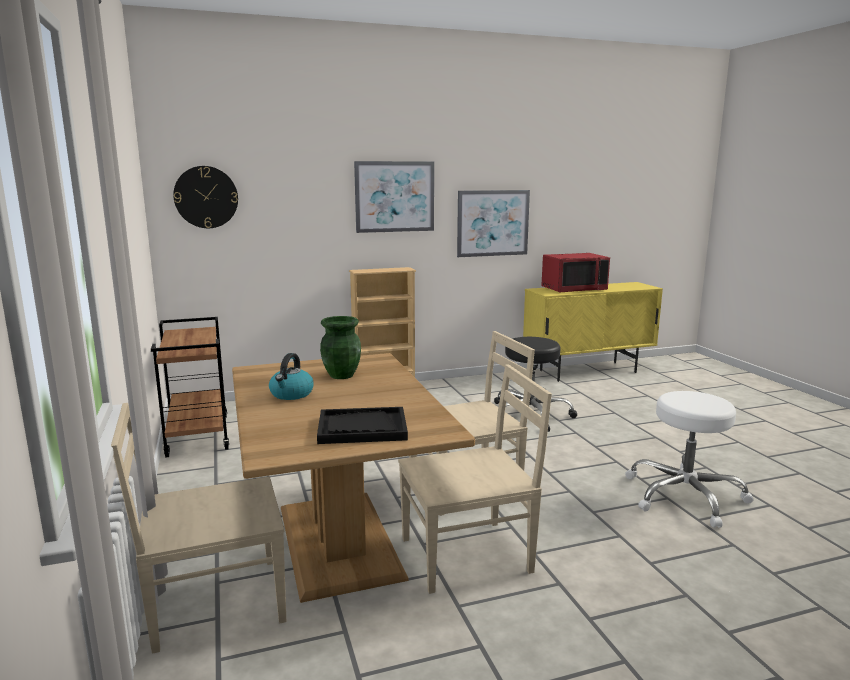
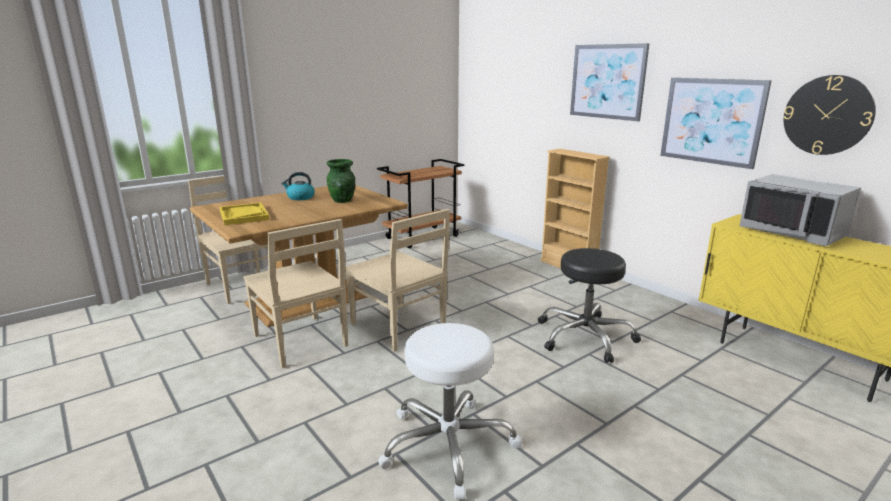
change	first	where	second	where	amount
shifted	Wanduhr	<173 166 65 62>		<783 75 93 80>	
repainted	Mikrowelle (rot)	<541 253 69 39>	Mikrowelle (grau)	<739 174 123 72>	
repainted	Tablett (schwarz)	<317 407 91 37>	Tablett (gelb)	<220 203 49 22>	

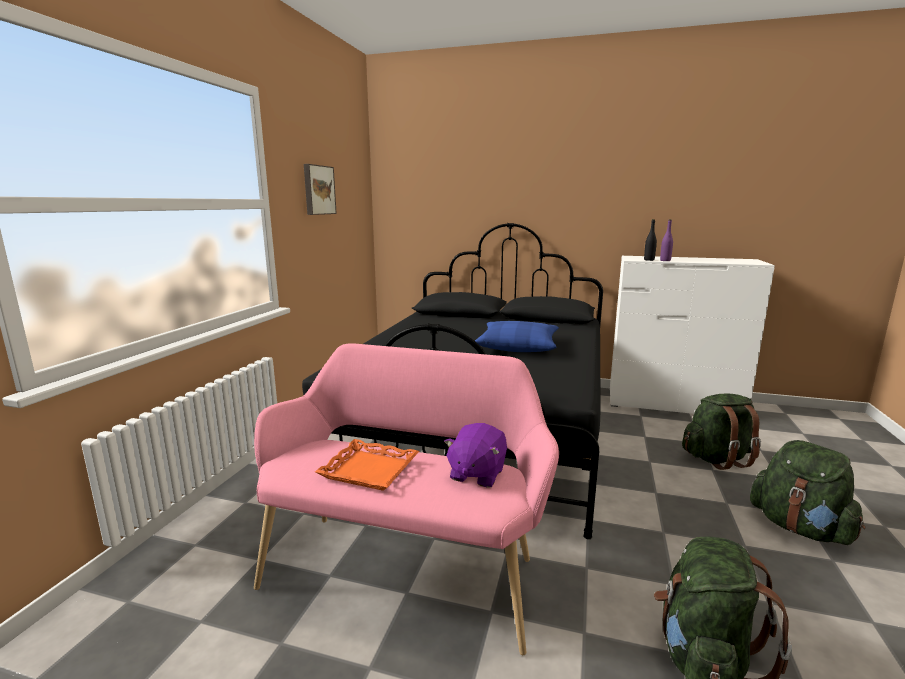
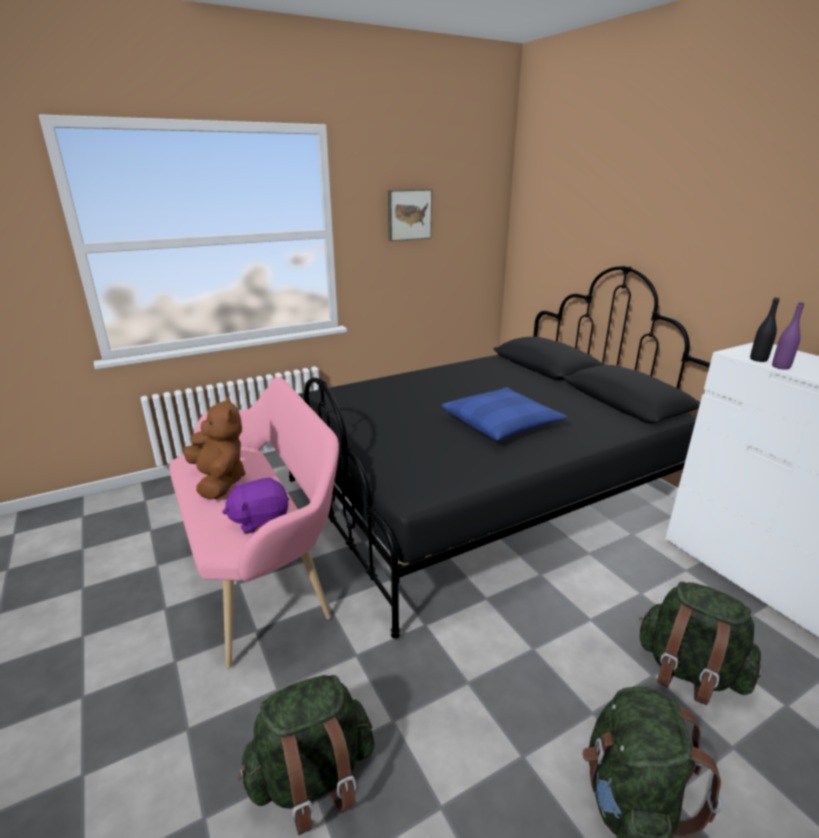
change	first	where	second	where	amount
swapped	Tablett (orange)	<315 439 104 52>	Plüschtier (braun)	<184 397 62 102>	

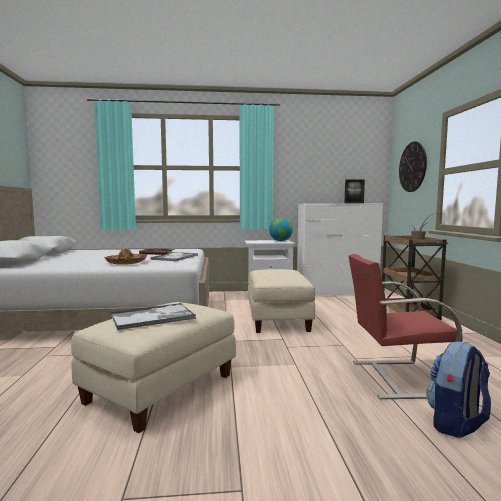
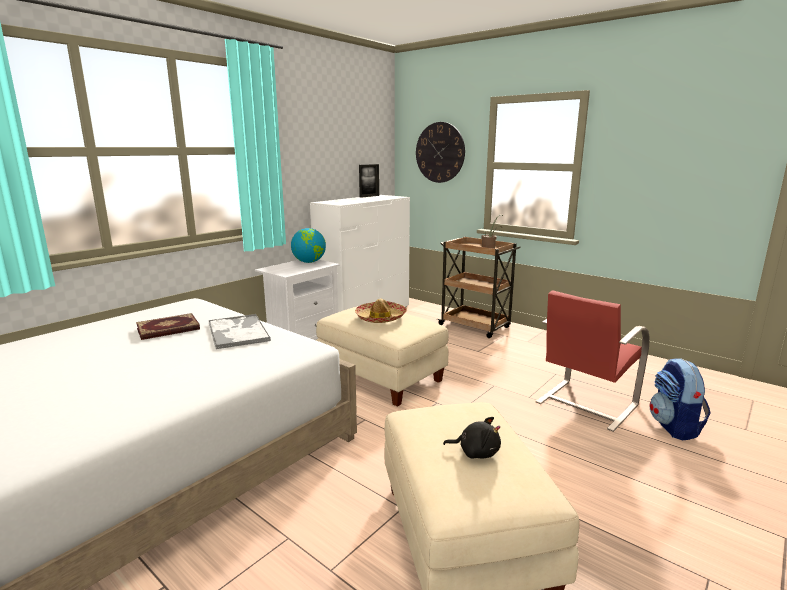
change	first	where	second	where	amount
shifted	Hut	<104 247 43 18>		<355 299 52 24>	
swapped	Tablett	<110 303 86 27>	Plüschtier (schwarz)	<443 417 58 42>	

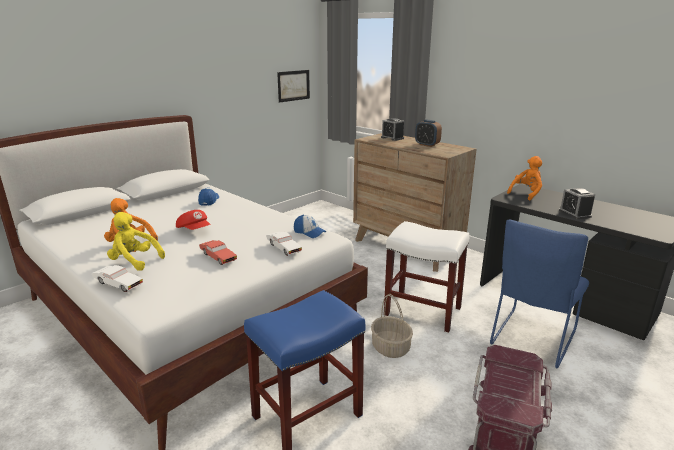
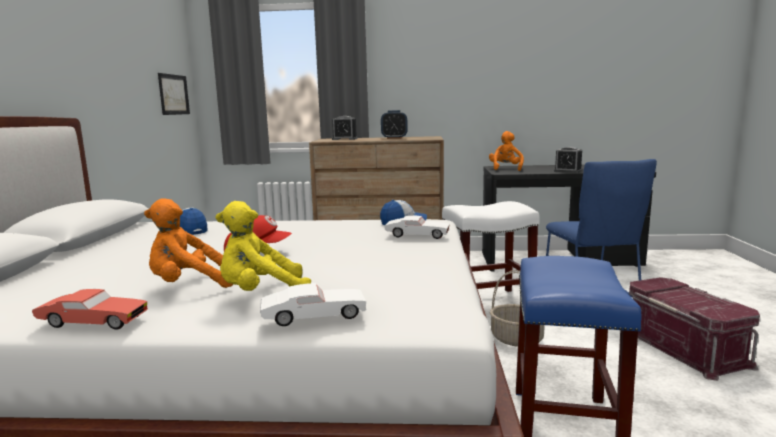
change	first	where	second	where	amount
shifted	Spielzeugauto (rot)	<199 240 38 25>		<32 289 116 41>	

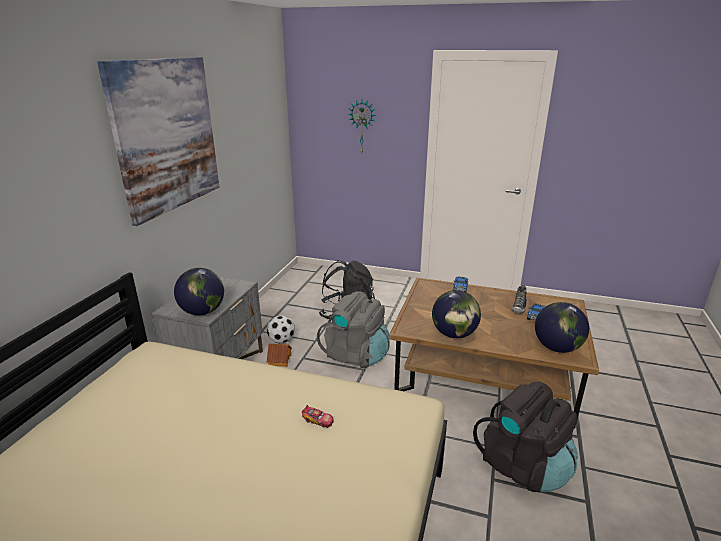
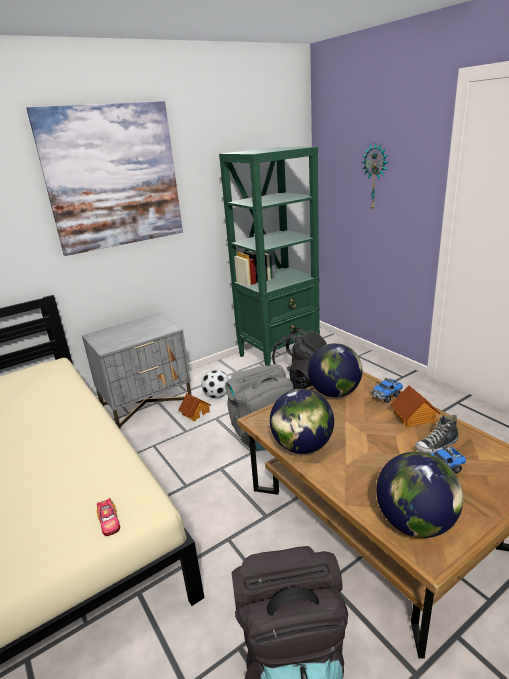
change	first	where	second	where	amount
shifted	Globus	<174 268 50 47>		<308 343 54 54>	
shifted	Spielzeugauto	<302 405 32 23>		<97 498 23 38>	
new			Bücherregal (grün)	<219 147 101 219>	
new			Spielzeughaus	<390 385 50 43>	

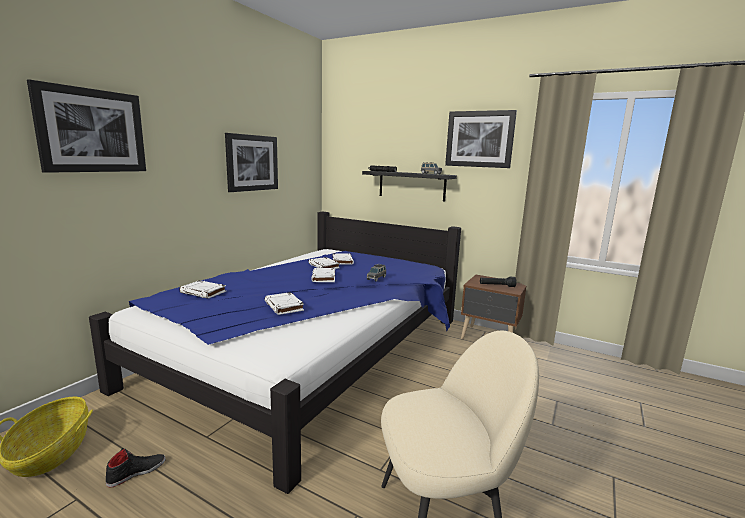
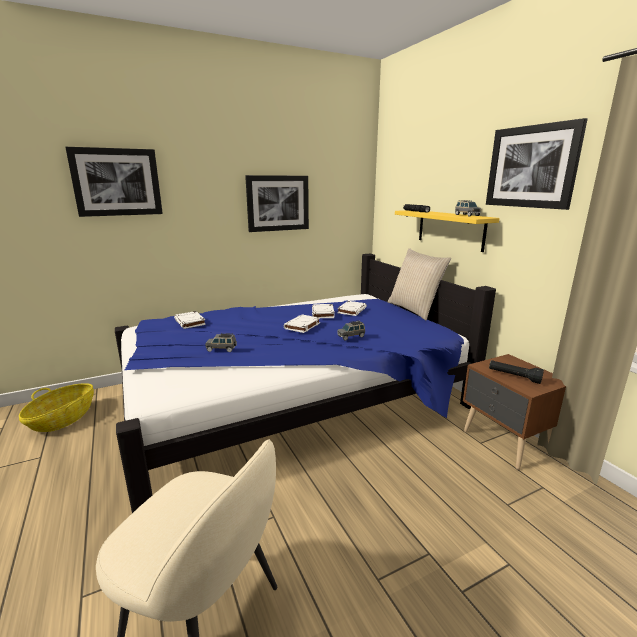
change	first	where	second	where	amount
repainted	Wandregal (schwarz)	<362 171 95 30>	Wandregal (gelb)	<395 210 104 42>	
swapped	Buch (weiß)	<265 292 39 23>	Spielzeugauto (grau)	<205 333 32 19>	
gone	Schuh (schwarz)	<106 448 60 39>			
new			Kissen (beige)	<388 248 63 72>	

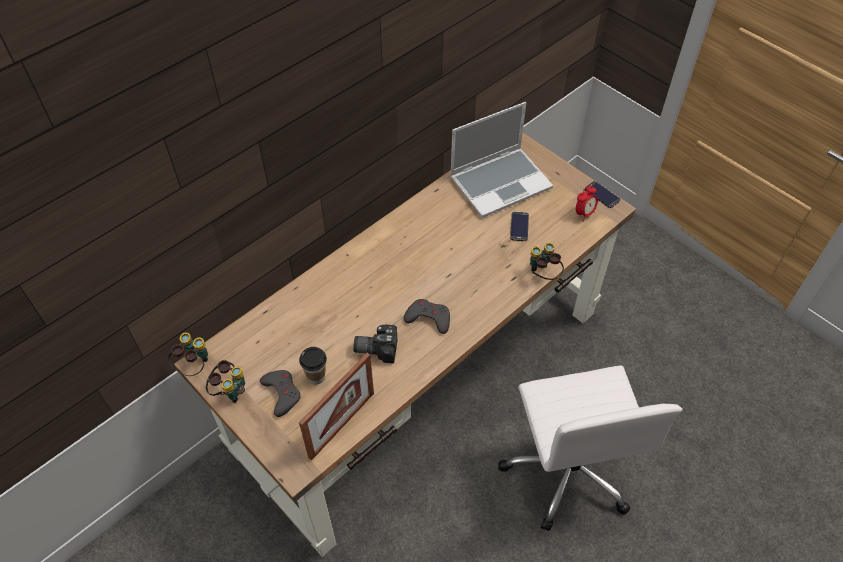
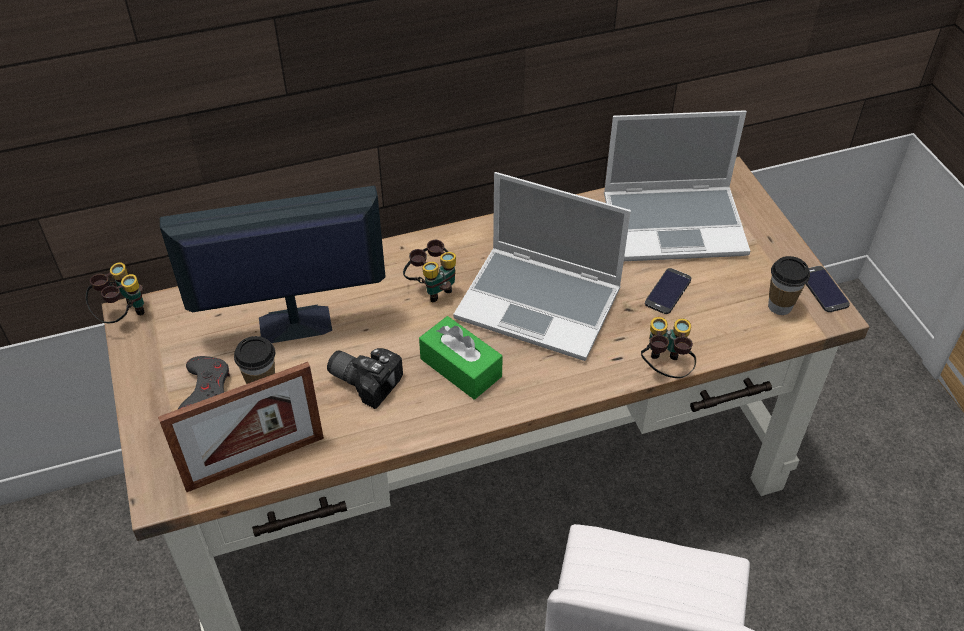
change	first	where	second	where	amount
swapped	Wecker	<576 185 22 36>	Tasse	<768 256 42 59>	
swapped	Gamepad (grau)	<404 299 46 35>	Taschentuchbox (grün)	<419 316 84 84>	
shifted	Fernglas	<206 360 39 43>		<403 240 53 62>	
new			Laptop	<453 172 178 189>	
new			Monitor	<160 186 226 157>	

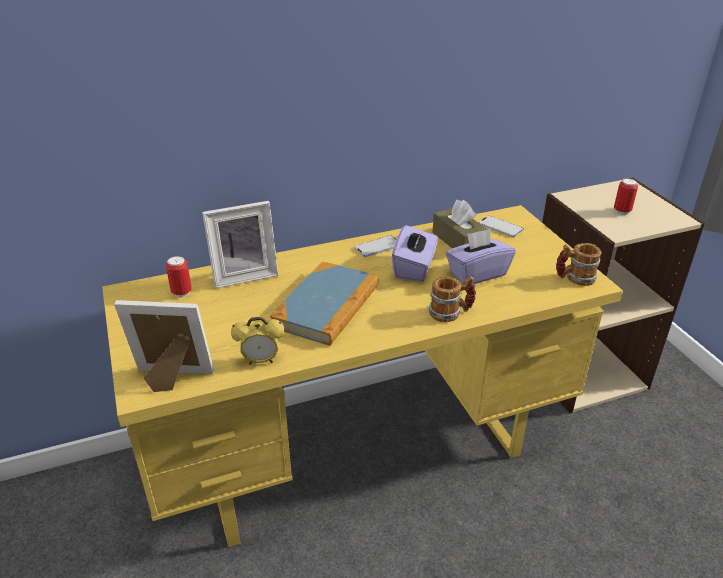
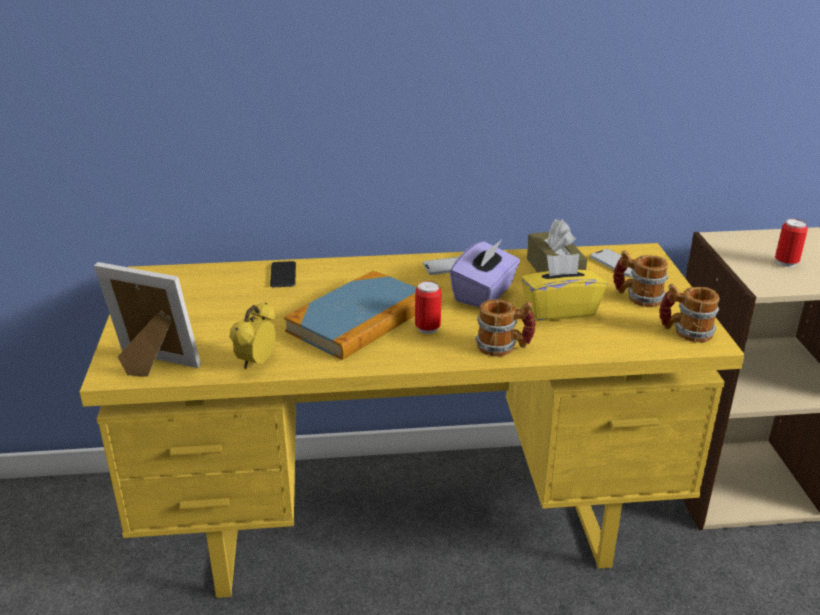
change	first	where	second	where	amount
swapped	Bilderrahmen	<202 201 76 87>	Handy	<270 261 26 26>	
repainted	Taschentuchbox (lila)	<446 229 69 55>	Taschentuchbox (gelb)	<521 254 86 67>	
shifted	Dose	<166 256 26 41>		<415 281 26 53>	
rotated	Wecker	<231 317 53 48>		<230 303 46 66>	105 degrees clockwise
new			Henkelbecher	<613 250 55 57>	

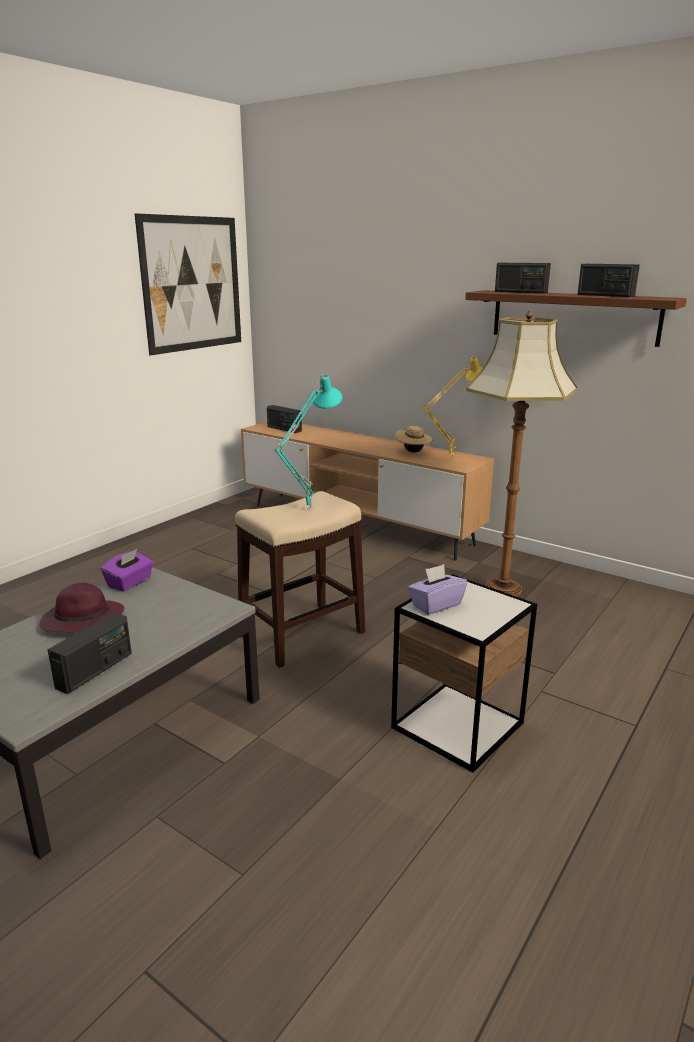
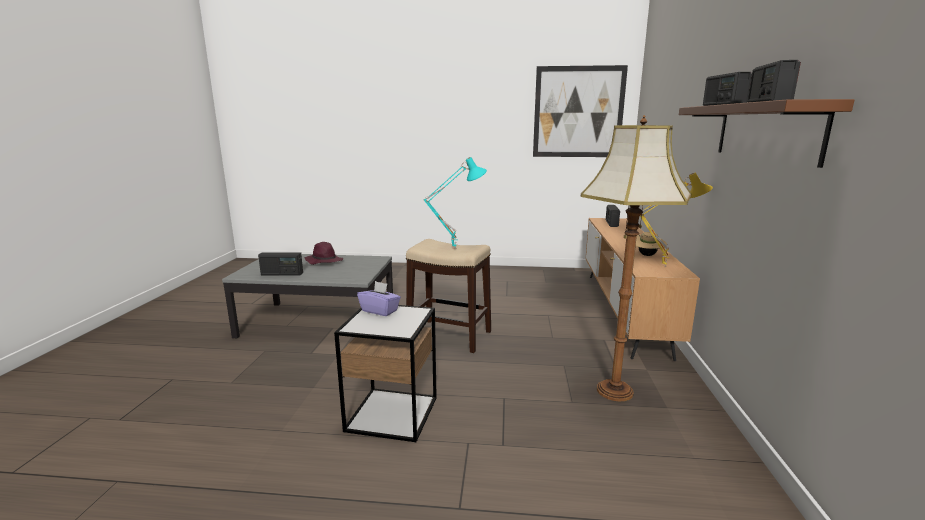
change	first	where	second	where	amount
gone	Taschentuchbox (lila)	<101 549 53 43>			

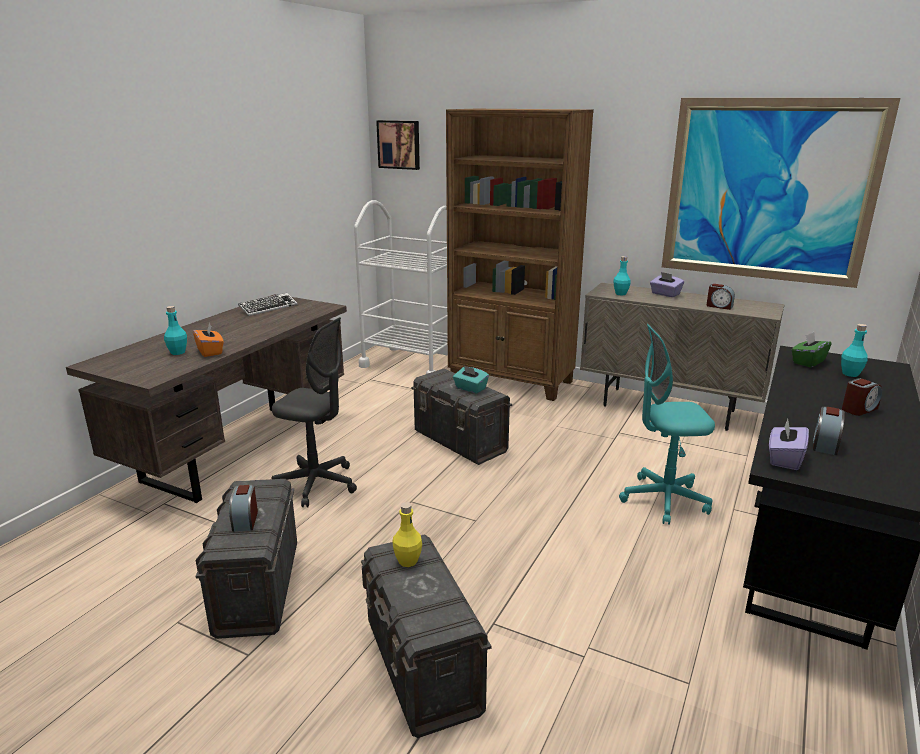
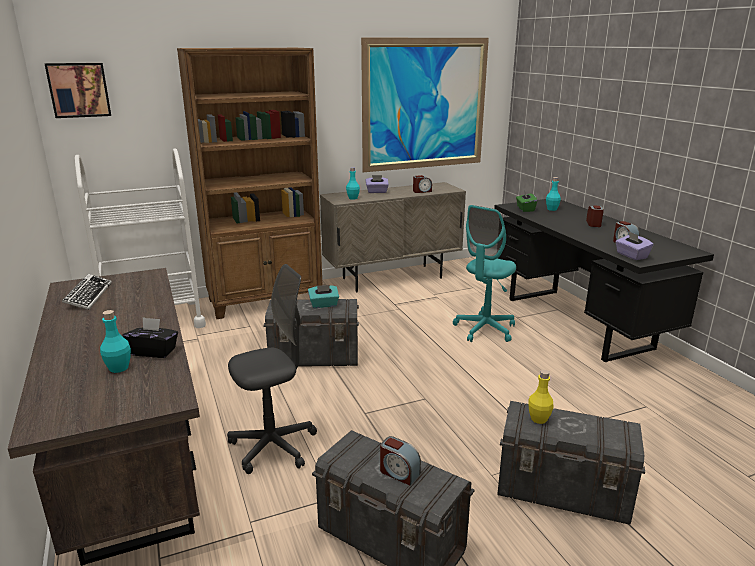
change	first	where	second	where	amount
repainted	Taschentuchbox (orange)	<193 323 31 34>	Taschentuchbox (schwarz)	<123 317 55 41>	

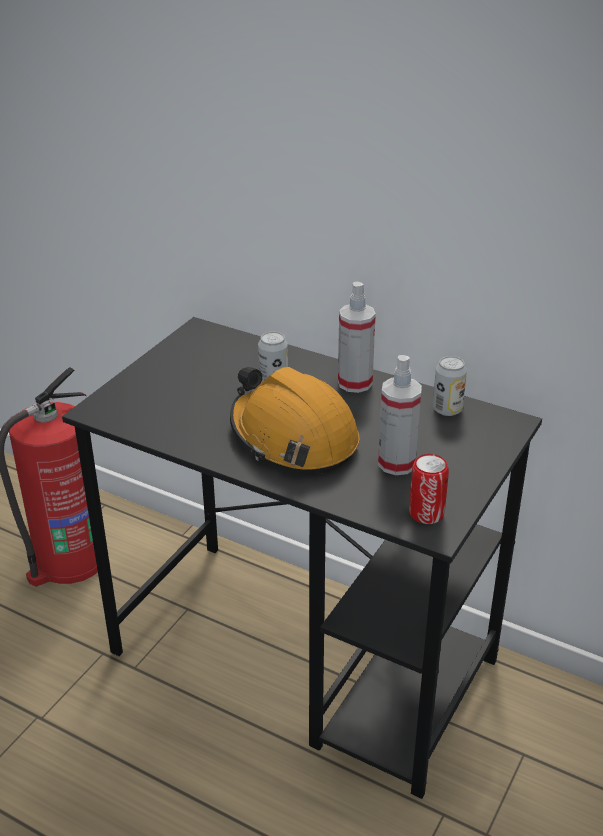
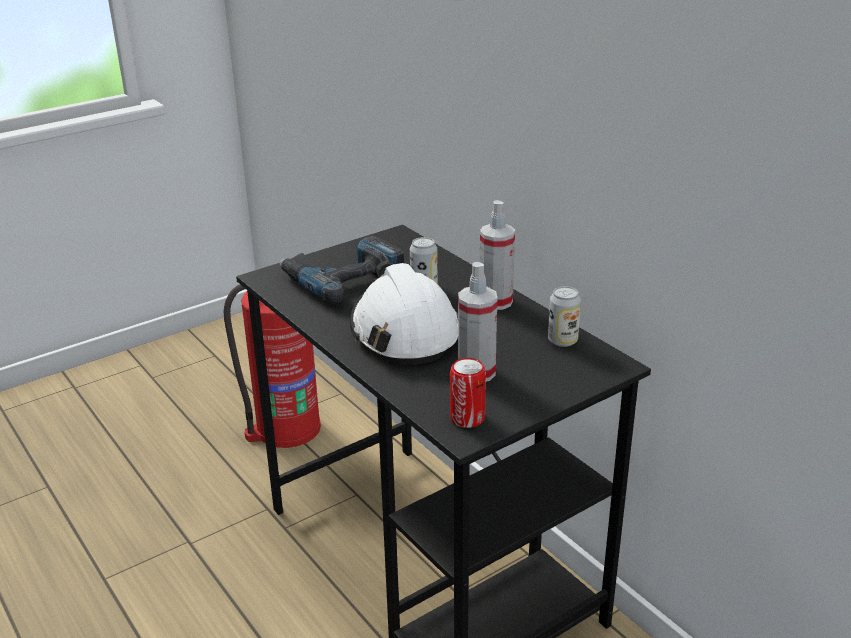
change	first	where	second	where	amount
repainted	Schutzhelm (orange)	<230 367 130 106>	Schutzhelm (weiß)	<350 261 108 104>	
new			Bohrmaschine	<280 236 124 67>	

